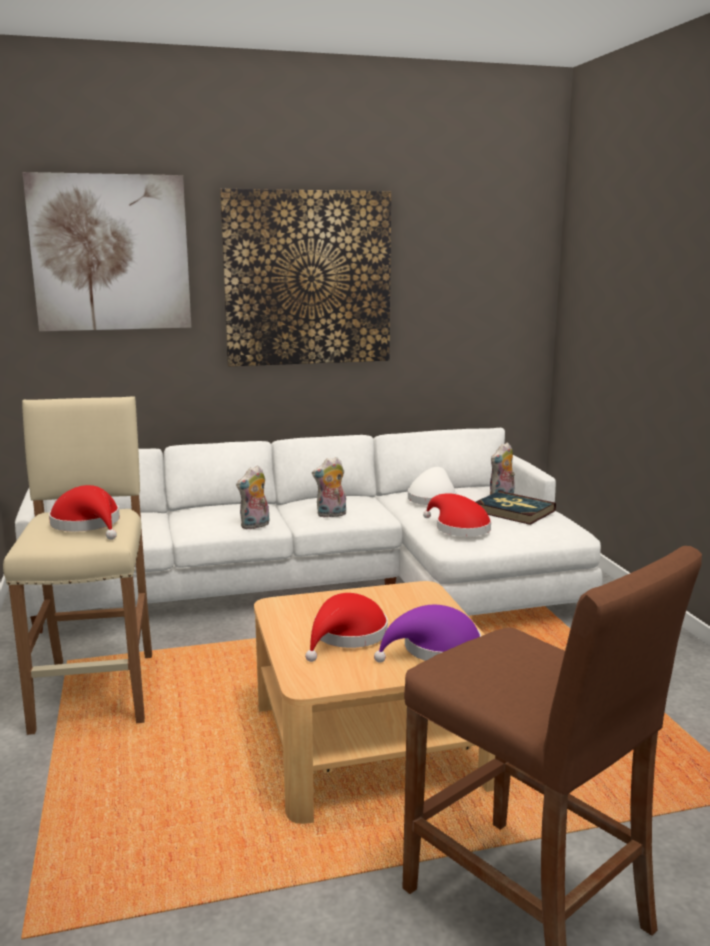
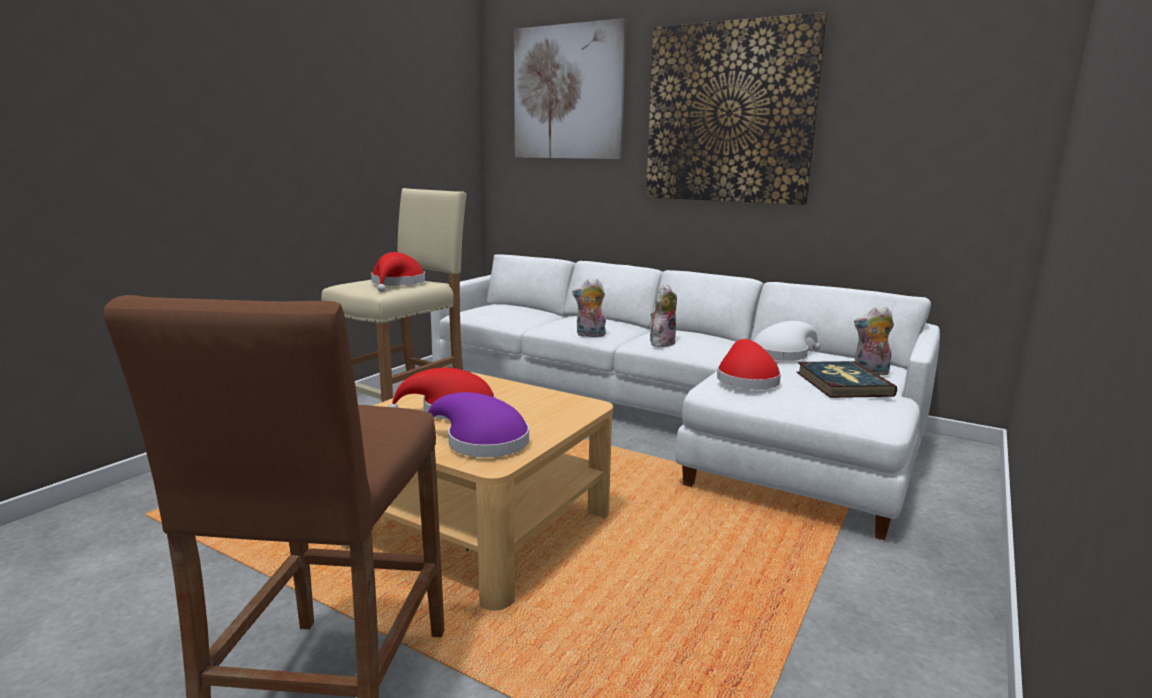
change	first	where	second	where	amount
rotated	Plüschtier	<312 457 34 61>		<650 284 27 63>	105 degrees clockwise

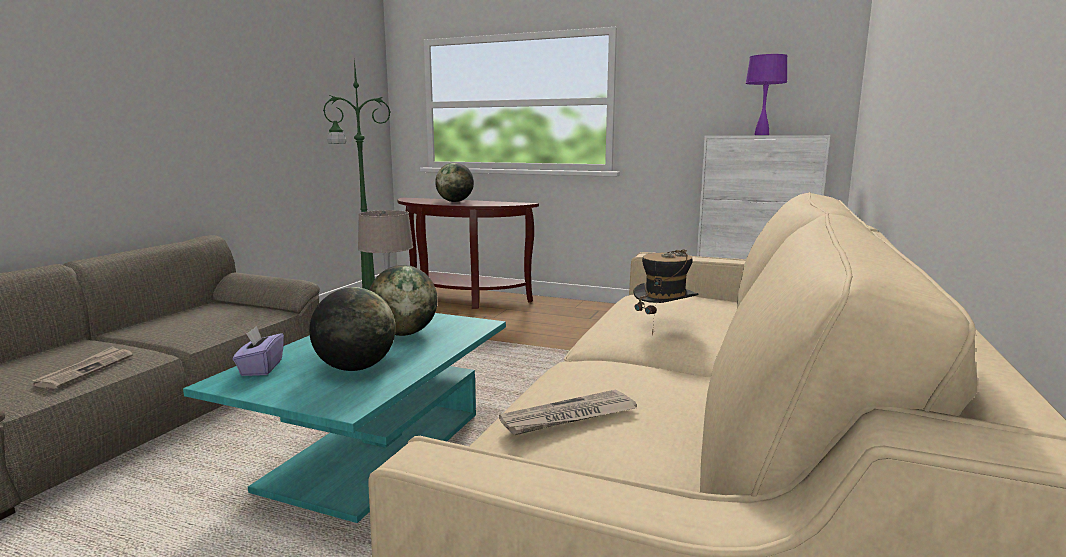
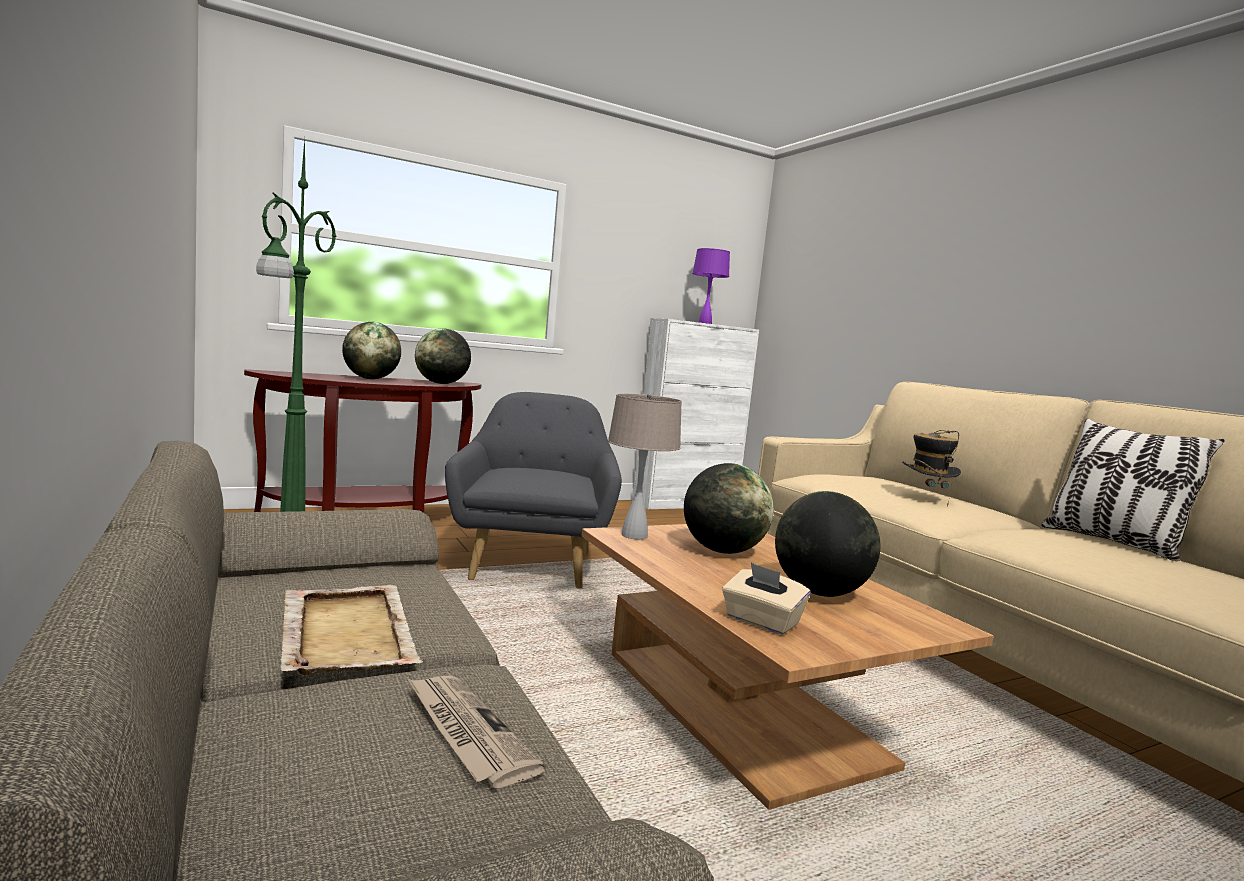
change	first	where	second	where	amount
repainted	Couchtisch (türkis)	<183 313 323 210>	Couchtisch (braun)	<582 524 411 286>	
repainted	Taschentuchbox (lila)	<233 326 51 50>	Taschentuchbox (beige)	<722 563 88 72>	
gone	Zeitung	<499 389 138 46>			
new			Globus	<415 328 56 56>	
new			Sessel (grau)	<445 392 177 196>	
new			Kissen	<1041 418 183 143>	
new			Tablett (beige)	<280 585 143 90>	

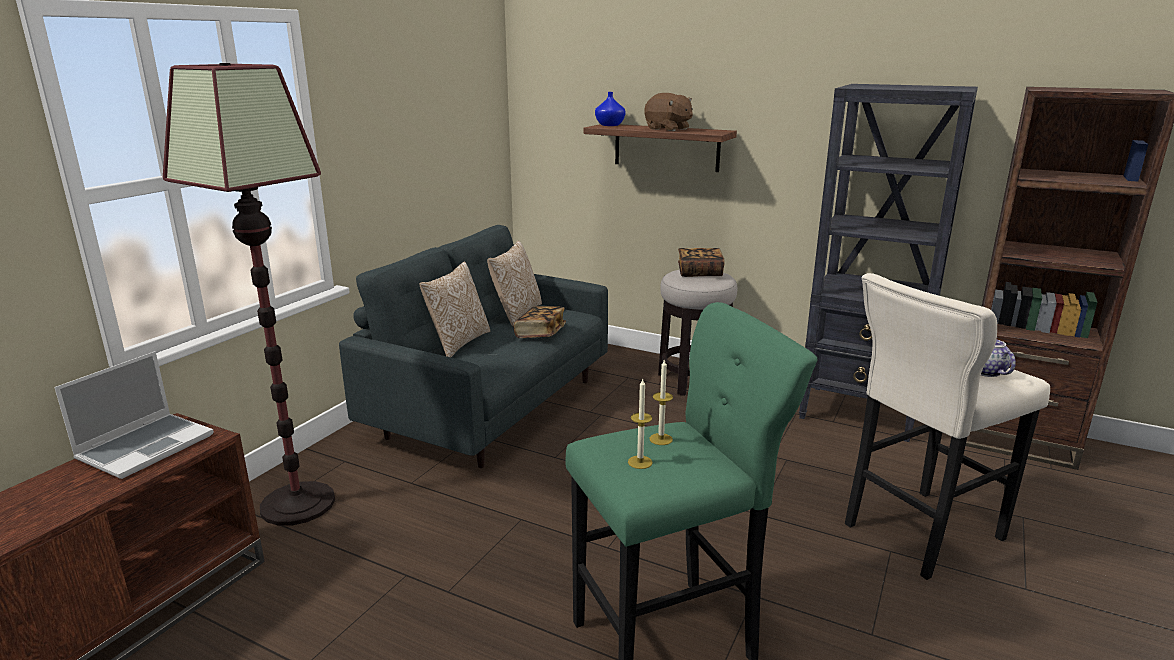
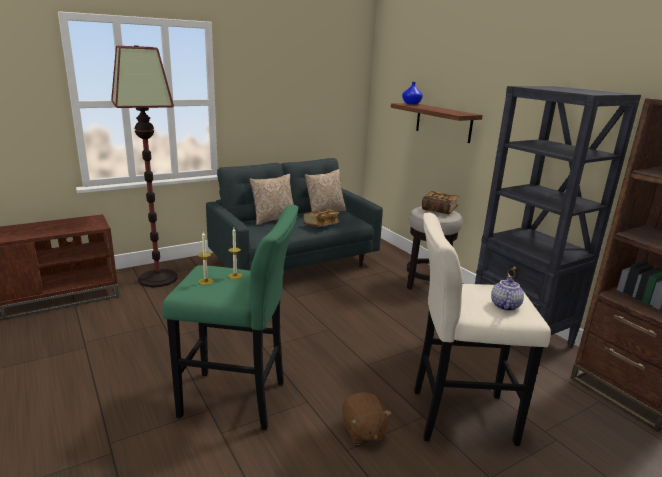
change	first	where	second	where	amount
shifted	Plüschtier (braun)	<645 93 48 38>		<342 392 50 53>	
gone	Laptop	<54 351 160 128>			

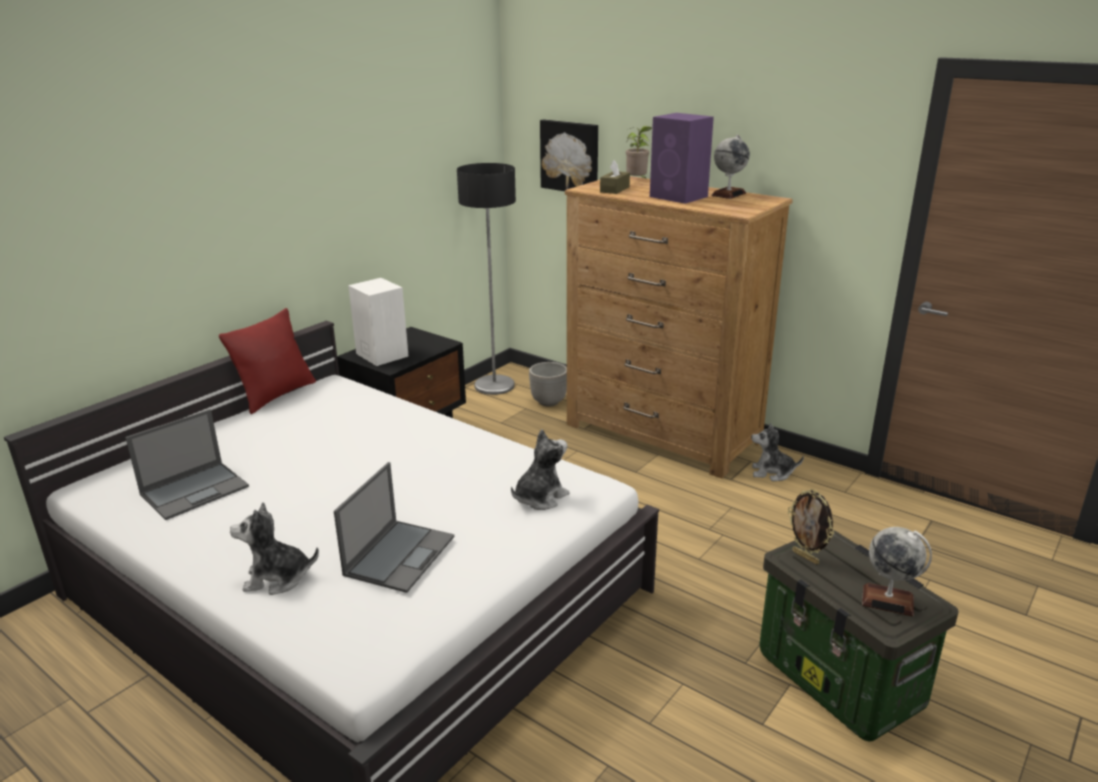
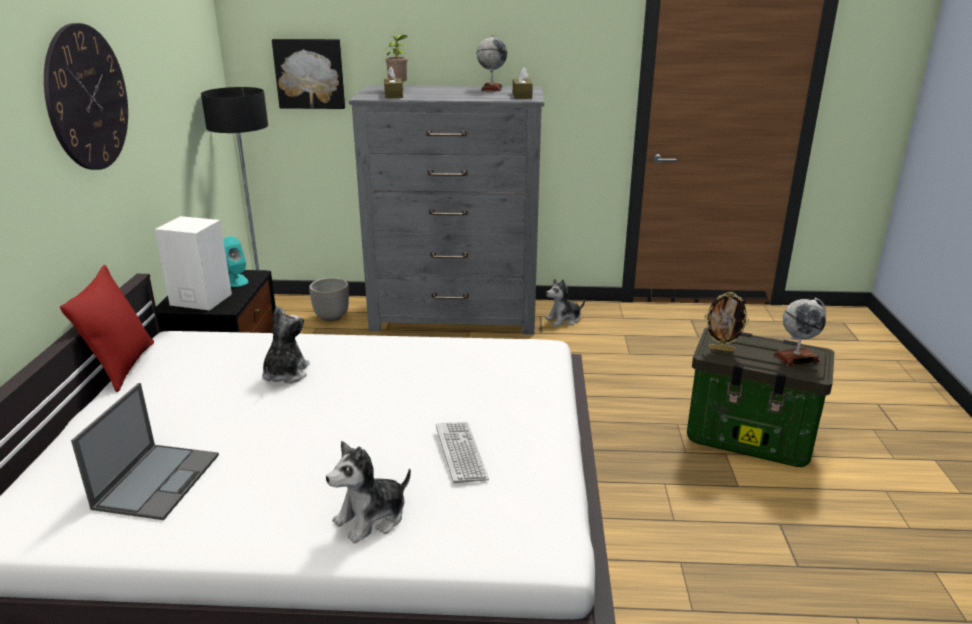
change	first	where	second	where	amount
gone	Lautsprecher (lila)	<650 113 64 91>			
repainted	Kommode (braun)	<565 176 228 302>	Kommode (grau)	<349 85 195 250>	
shifted	Plüschtier	<511 429 59 81>		<262 307 48 77>	
swapped	Laptop	<334 462 120 131>	Tastatur	<436 422 53 61>	
new			Wanduhr	<44 23 84 147>	
new			Taschentuchbox (braun)	<513 67 20 32>	
new			Lautsprecher (türkis)	<223 236 25 51>	

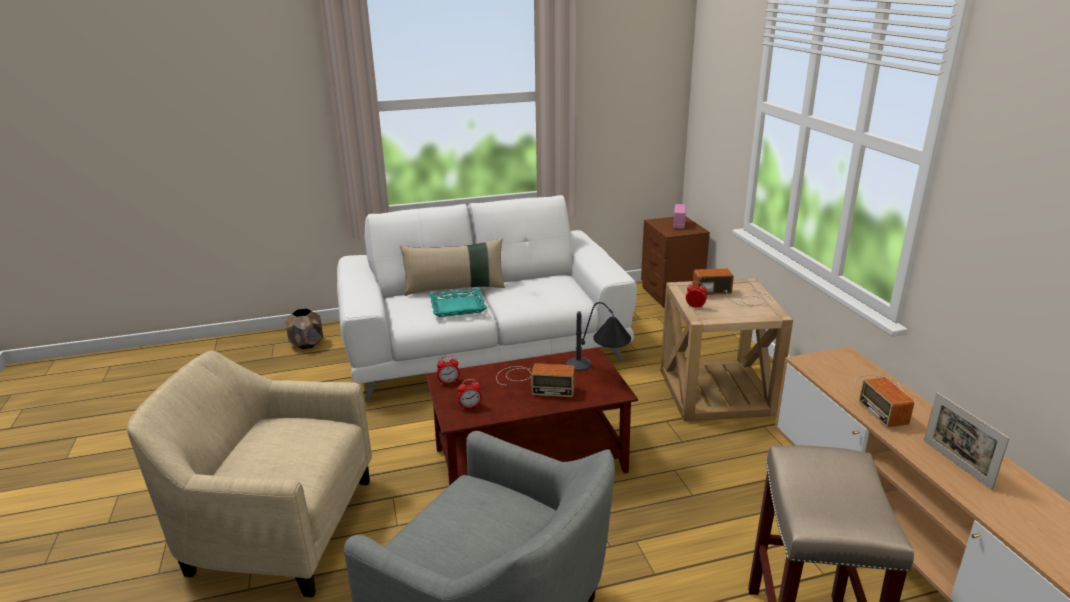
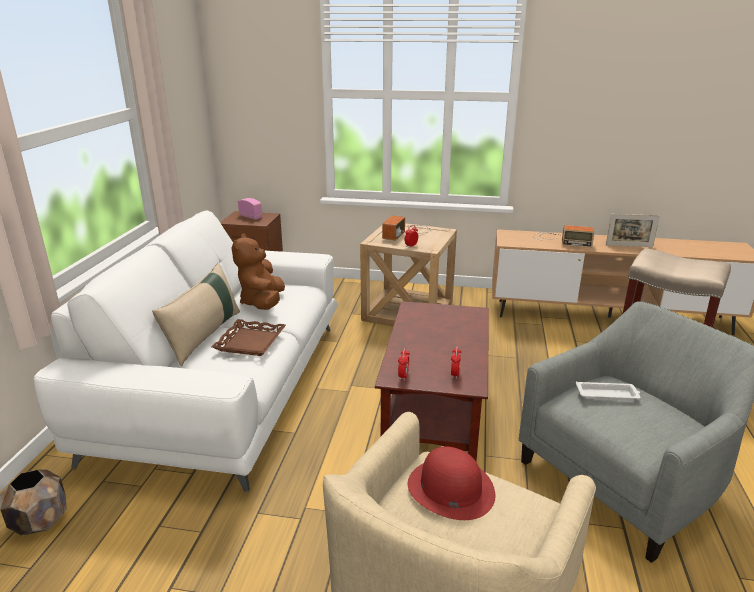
change	first	where	second	where	amount
repainted	Tablett (türkis)	<429 288 58 29>	Tablett (braun)	<211 319 75 37>	
gone	Tischlampe	<566 302 65 69>			
gone	Radio	<496 363 79 34>			
new			Plüschtier (braun)	<232 233 53 77>	
new			Tablett (weiß)	<576 381 64 19>	
new			Hut (rot)	<408 446 87 74>	

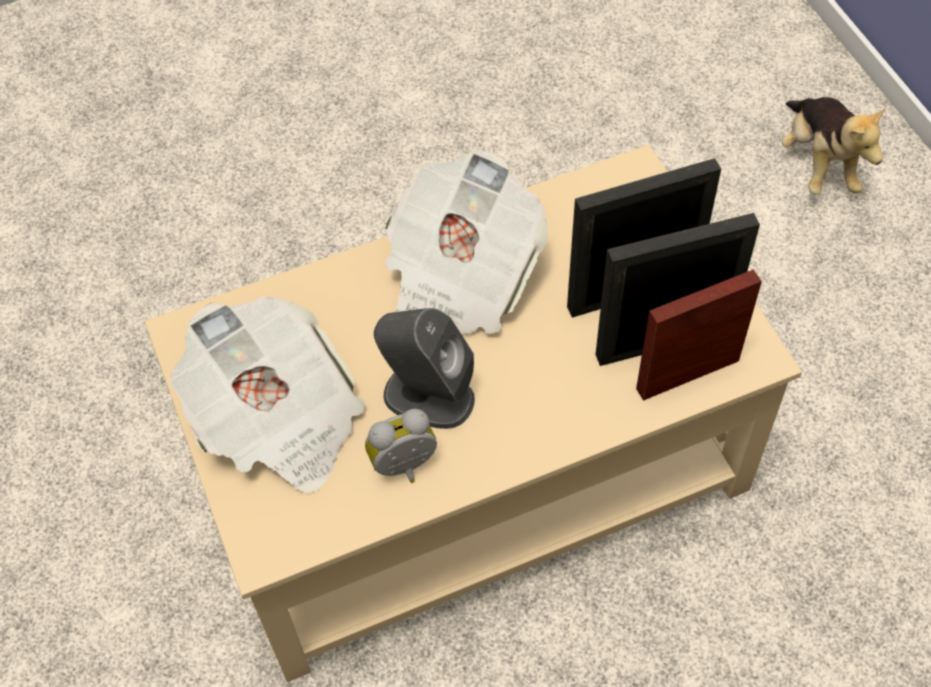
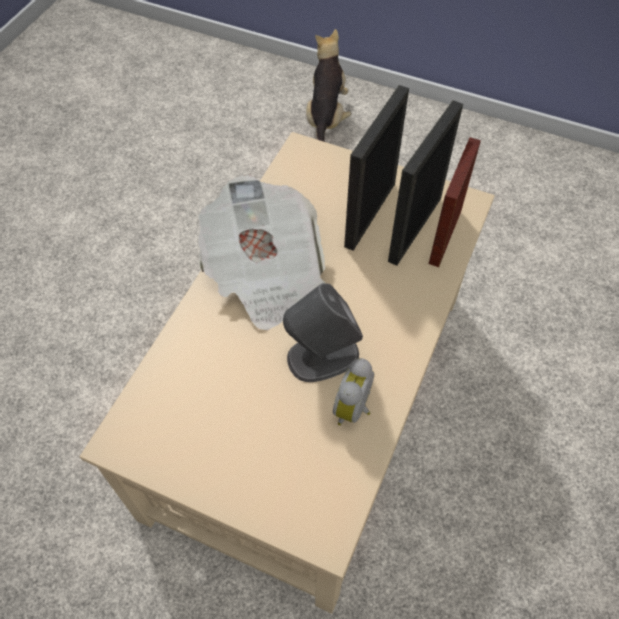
change	first	where	second	where	amount
rotated	Plüschtier	<782 97 104 98>		<306 29 45 113>	120 degrees counterclockwise
gone	Zeitung	<171 297 195 196>			

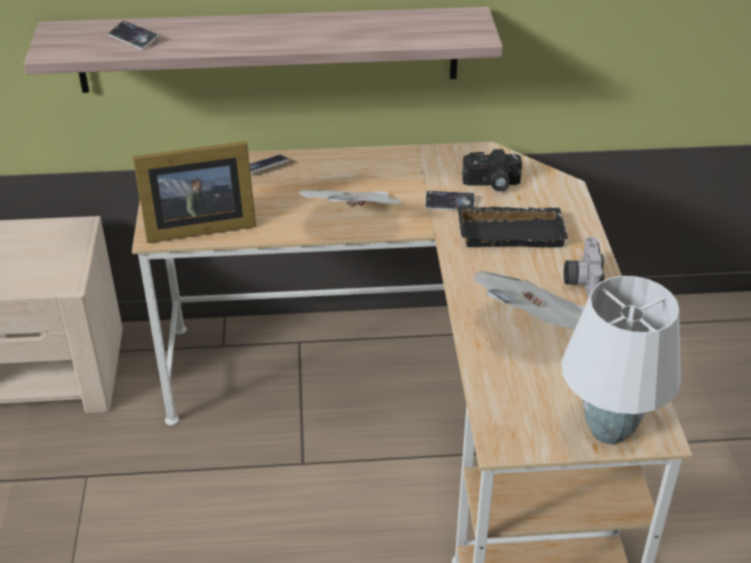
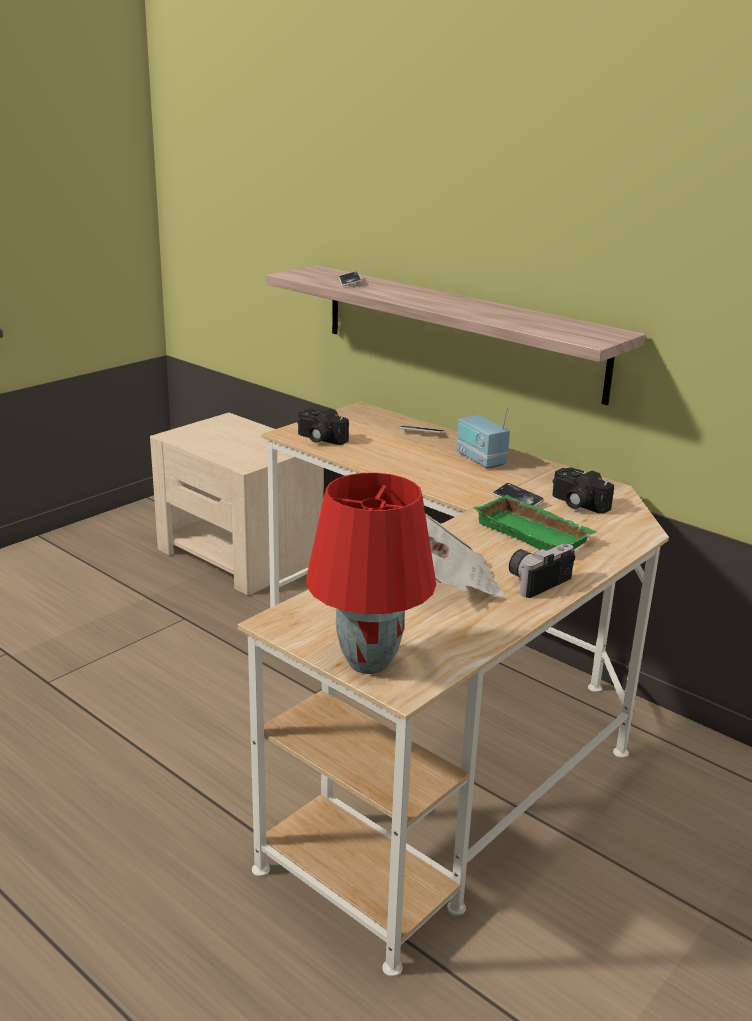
change	first	where	second	where	amount
swapped	Bilderrahmen	<133 141 123 102>	Kamera	<297 408 52 37>	
gone	Zeitung	<299 189 105 18>			
repainted	Tablett (schwarz)	<458 206 110 42>	Tablett (grün)	<473 495 124 56>	
repainted	Tischlampe (weiß)	<561 276 120 168>	Tischlampe (rot)	<306 473 130 201>	
new			Radio	<456 407 54 61>	

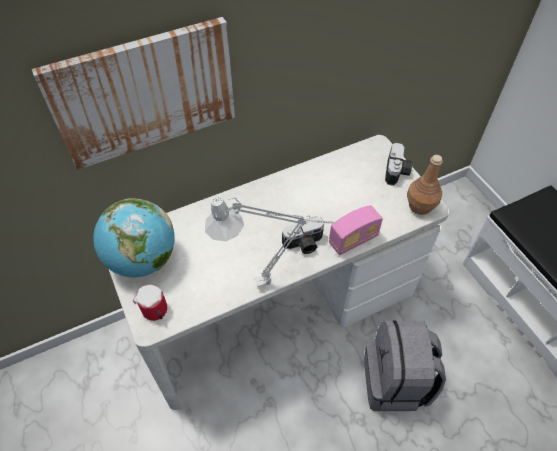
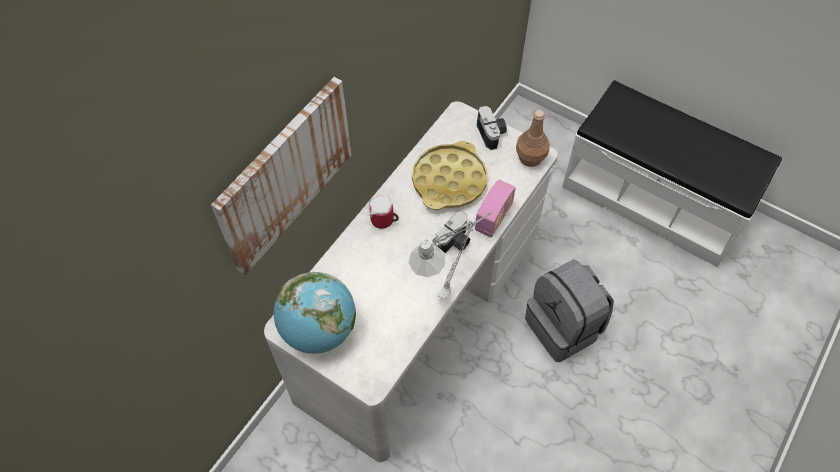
change	first	where	second	where	amount
shifted	Henkelbecher	<133 285 34 36>		<369 196 30 33>	
new			Tablett (gelb)	<412 141 76 69>	

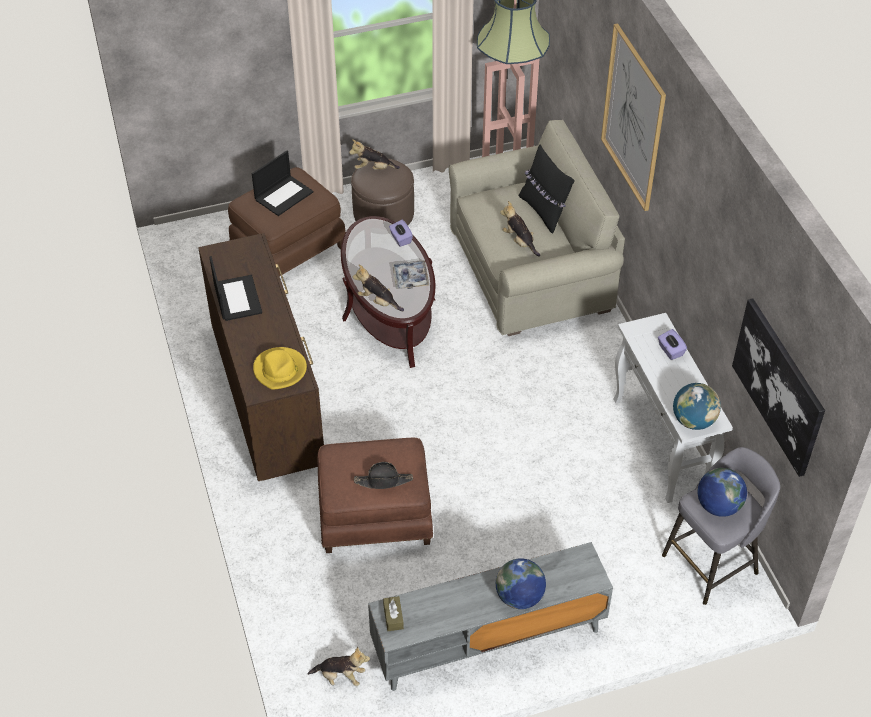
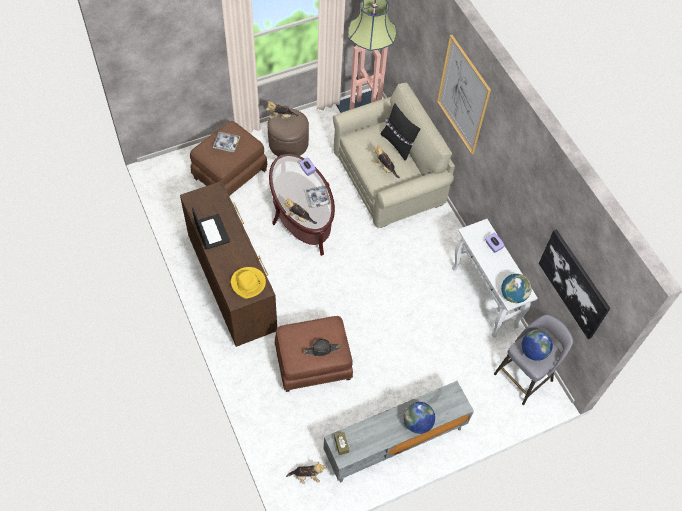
change	first	where	second	where	amount
swapped	Laptop	<252 151 61 65>	Tablett	<213 132 27 20>	

